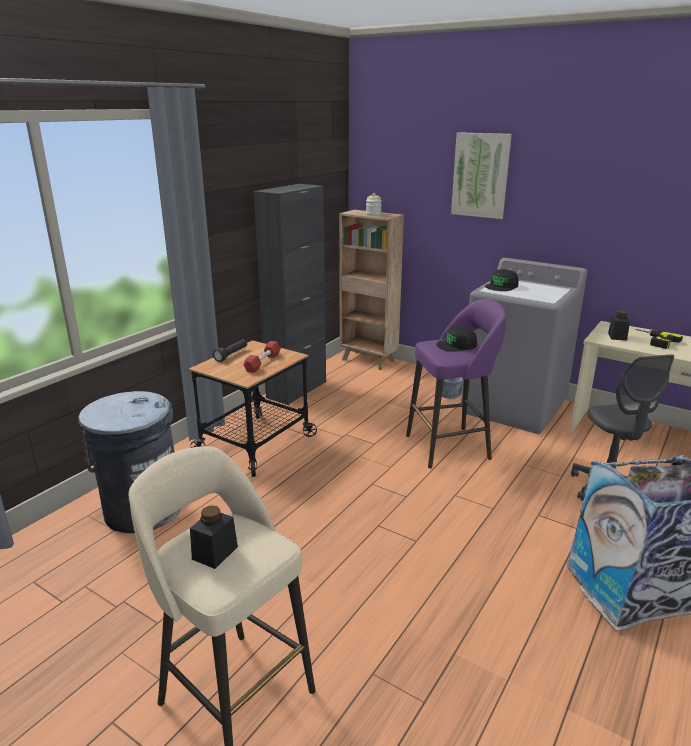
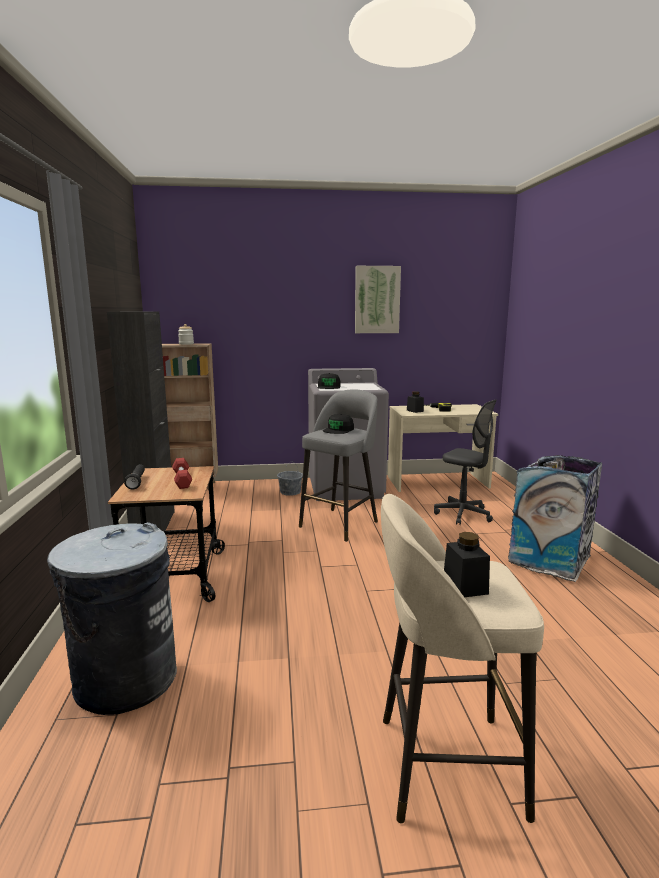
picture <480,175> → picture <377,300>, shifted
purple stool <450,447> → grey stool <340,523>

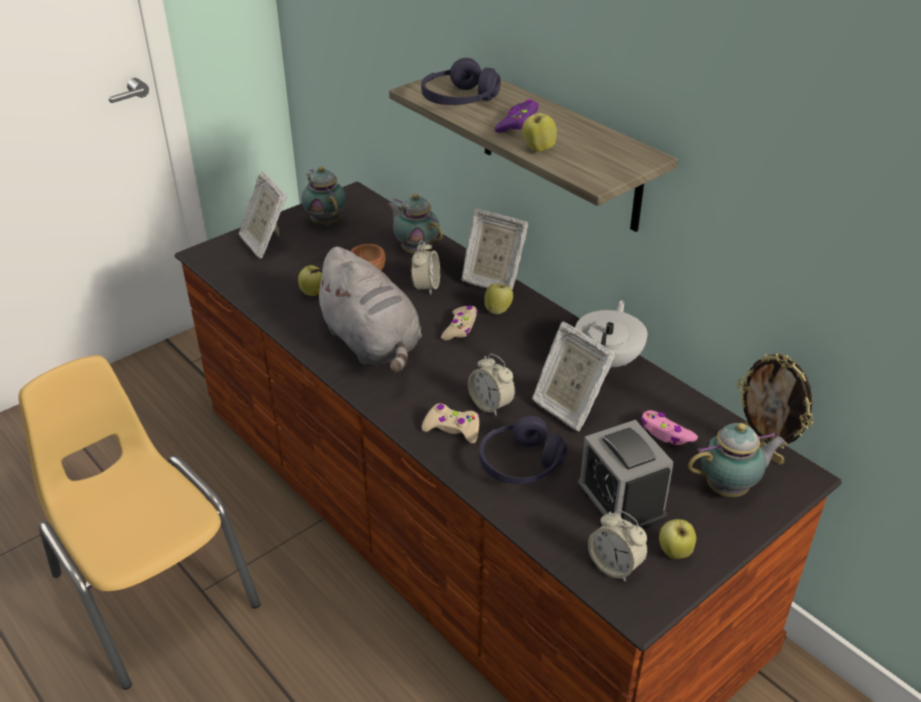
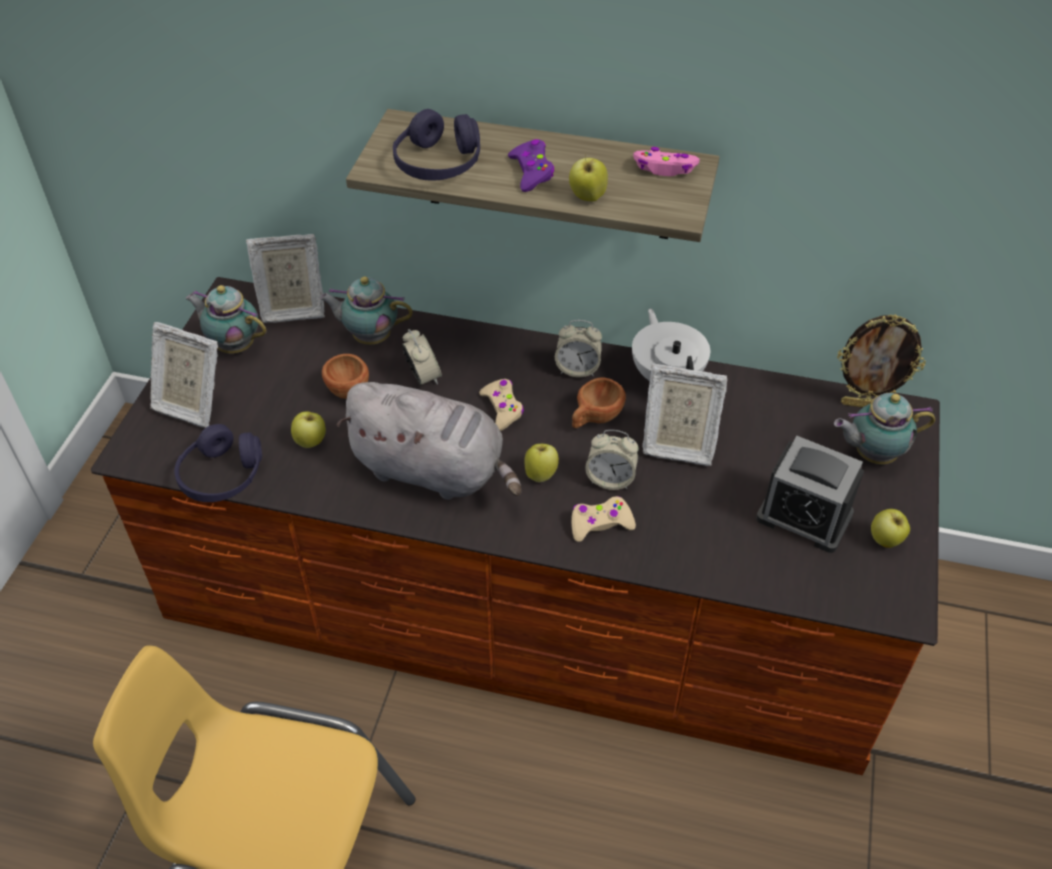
- → brown cup <594,418>
picture frame <491,280> → picture frame <292,308>, shifted
purple headphones <520,464> → purple headphones <222,476>, shifted
apple <498,310> → apple <541,474>, shifted
alarm clock <615,566> → alarm clock <577,369>, shifted
pink game controller <666,433> → pink game controller <665,168>, shifted
teapot <730,488> → teapot <871,454>, 135 degrees counterclockwise

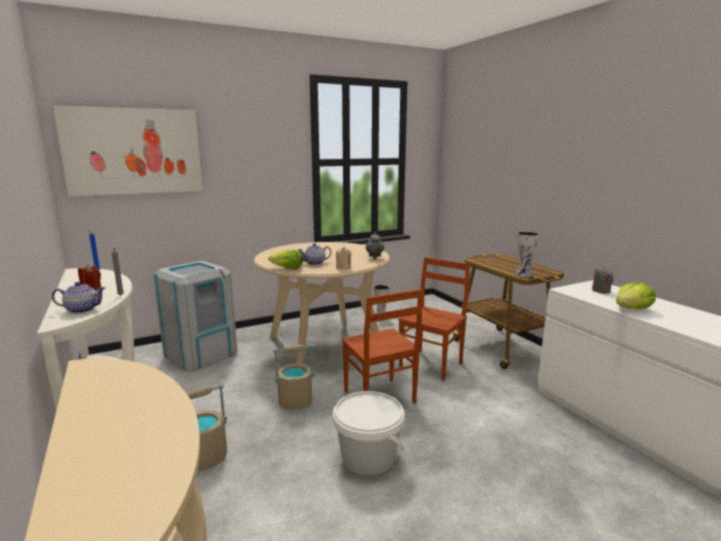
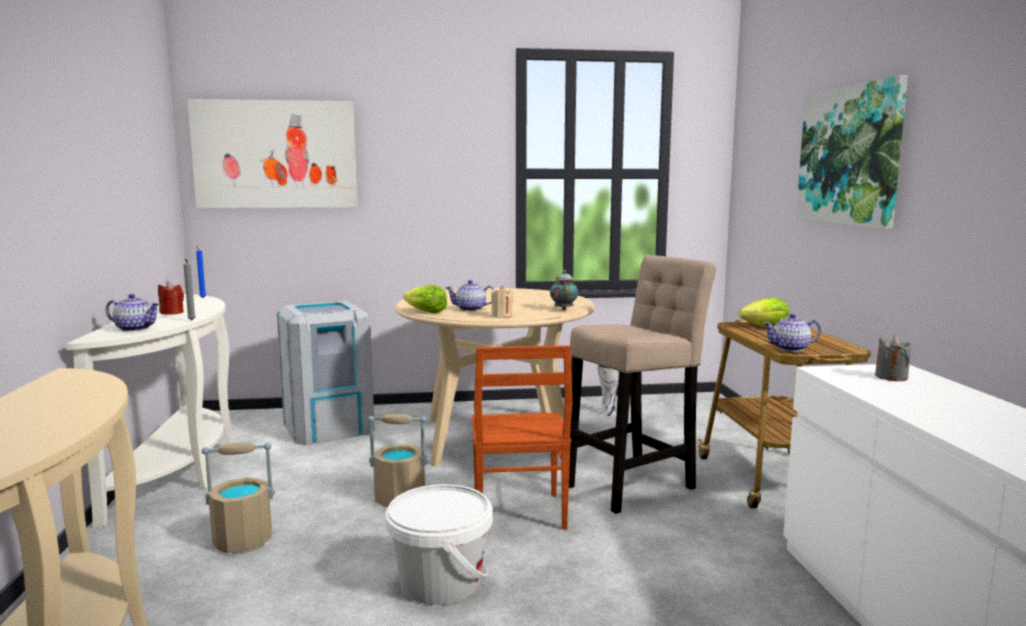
- → picture <849,156>
lettuce <632,309> → lettuce <764,327>, shifted
brown chair <432,364> → beige stool <635,485>
vase <525,274> → teapot <790,349>

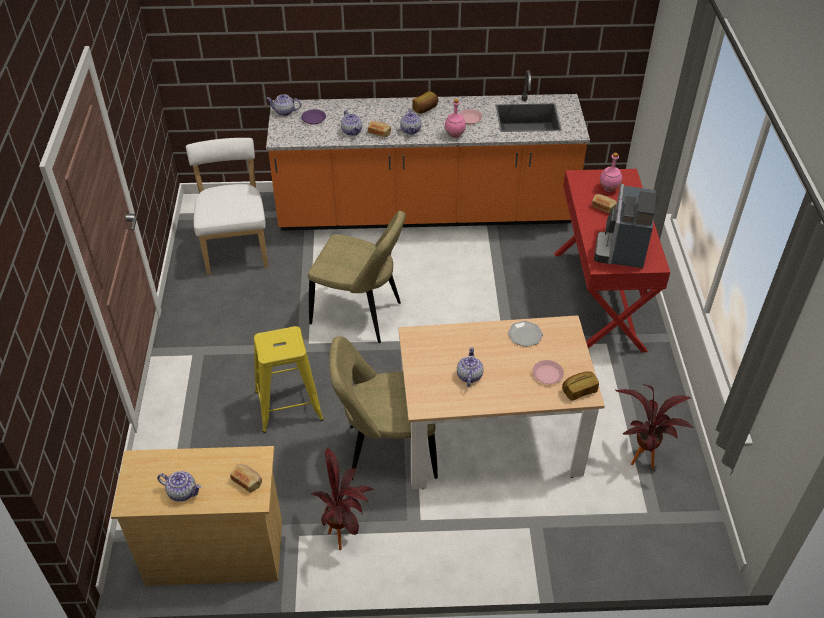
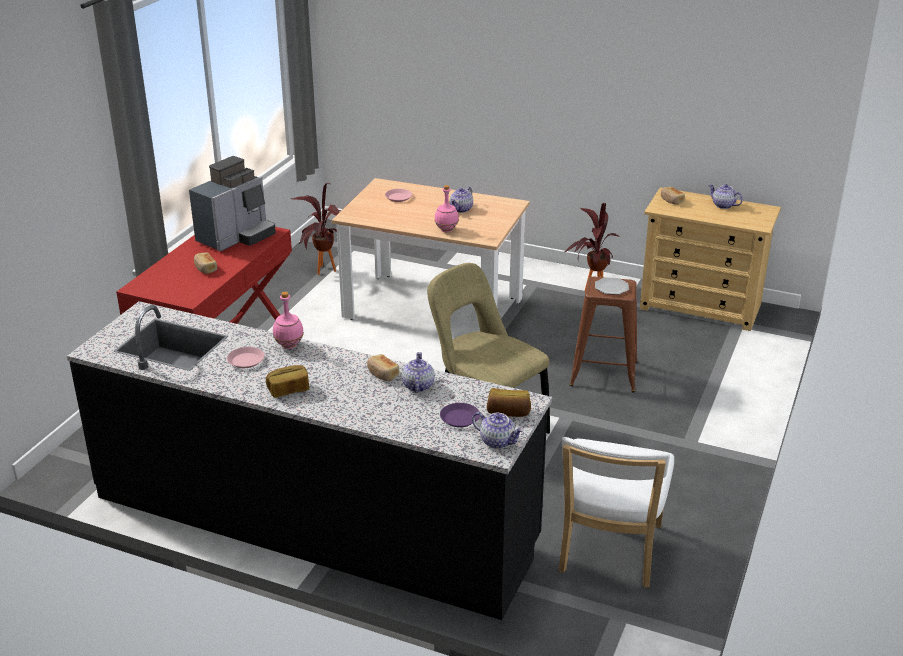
beige chair <387,451> → -
teapot <411,130> → -
plate <525,334> → plate <611,288>, shifted
bread <579,390> → bread <508,413>, shifted
pink bottle <608,189> → pink bottle <446,230>, shifted
yellow stool <288,405> → brown stool <604,373>
orange counter <425,213> → black counter <314,520>

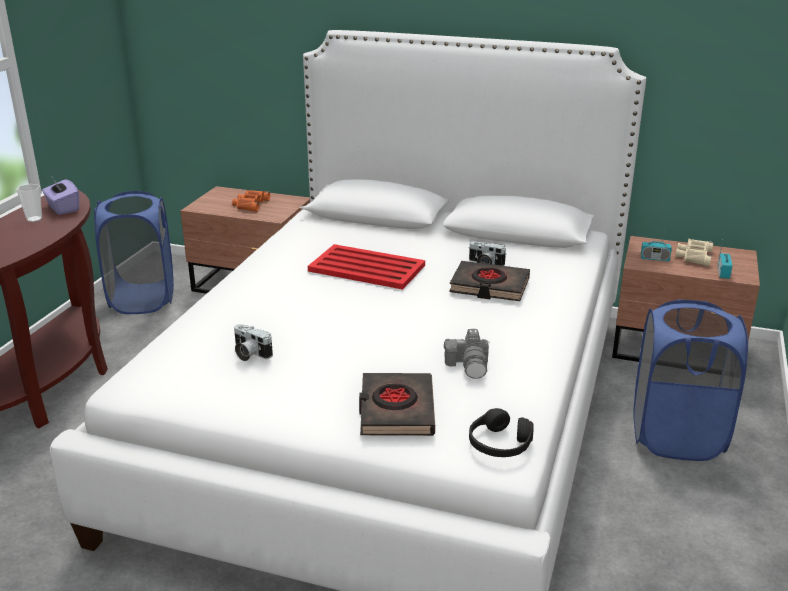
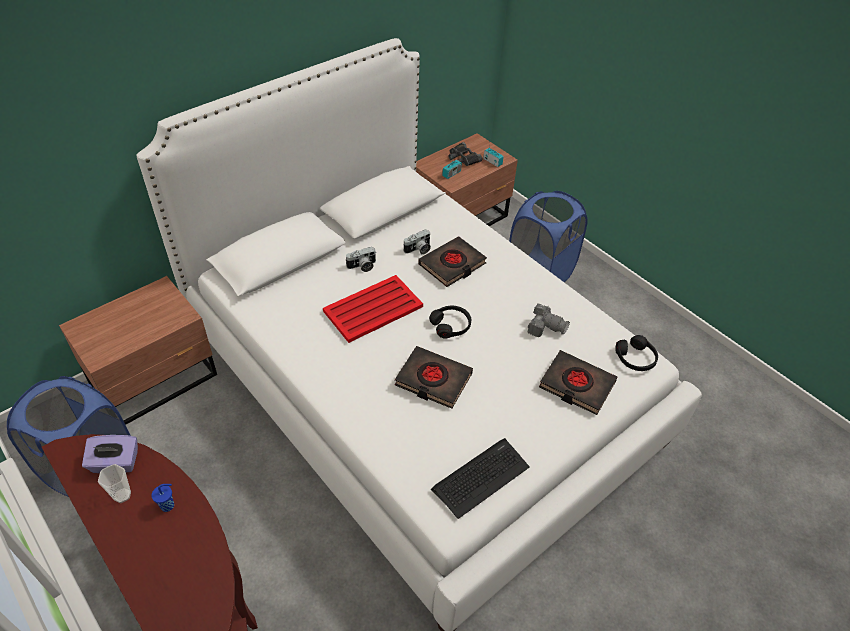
orange binoculars <250,204> → -
- → blue cup <168,505>
- → black book <433,380>
- → black headphones <451,325>
- → keyboard <480,477>
photo camera <249,354> → photo camera <362,266>, shifted
beige binoculars <694,256> → black binoculars <463,158>

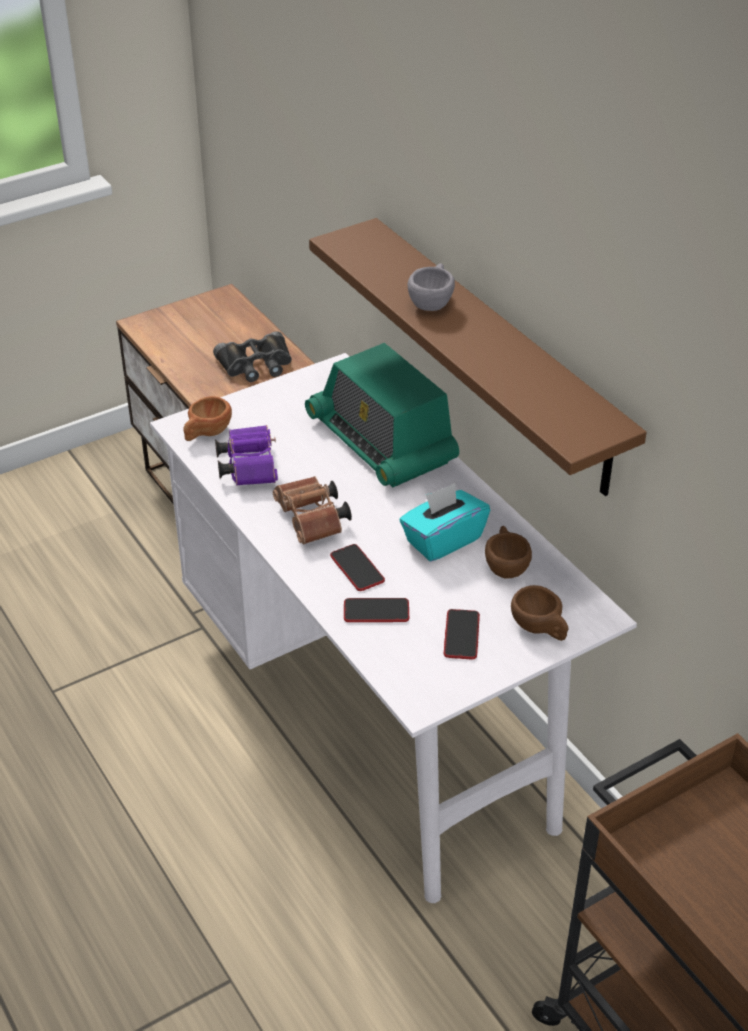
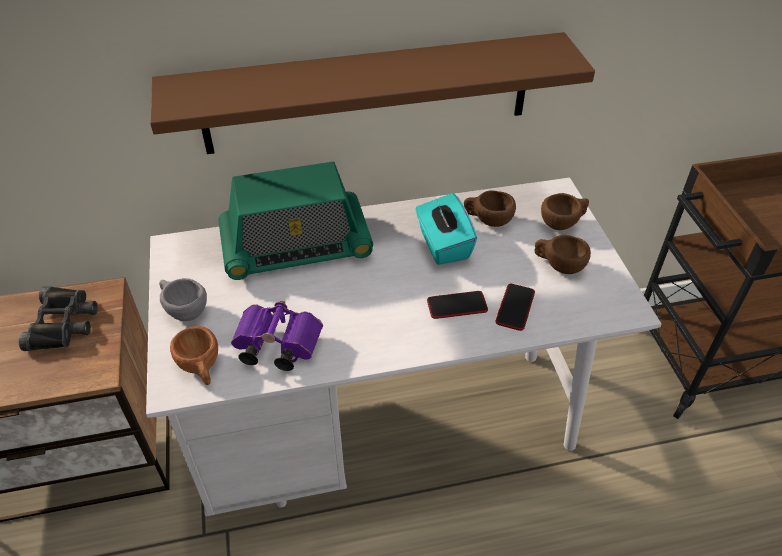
brown binoculars <312,522> → -
grey cup <432,302> → grey cup <183,309>, shifted
phone <461,635> → brown cup <558,265>

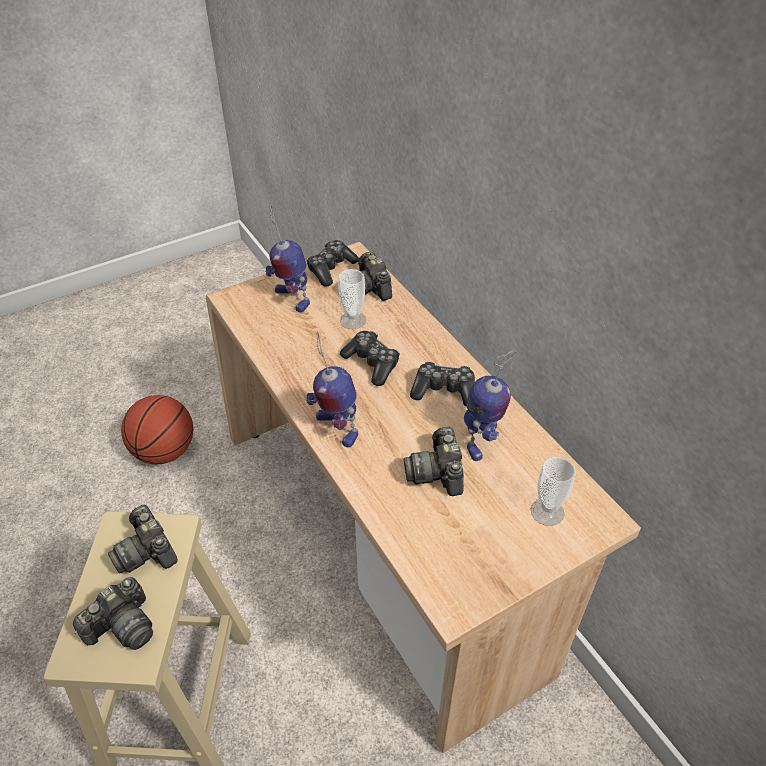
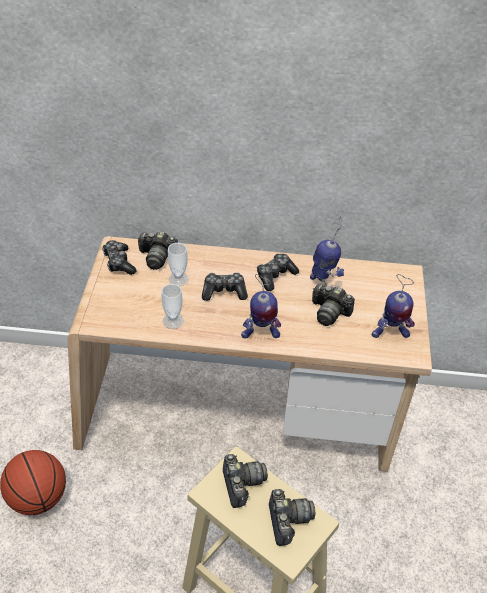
toy robot <291,299> → toy robot <390,333>, shifted
cup <547,512> → cup <173,321>, shifted
photo camera <147,551> → photo camera <242,484>, 105 degrees counterclockwise

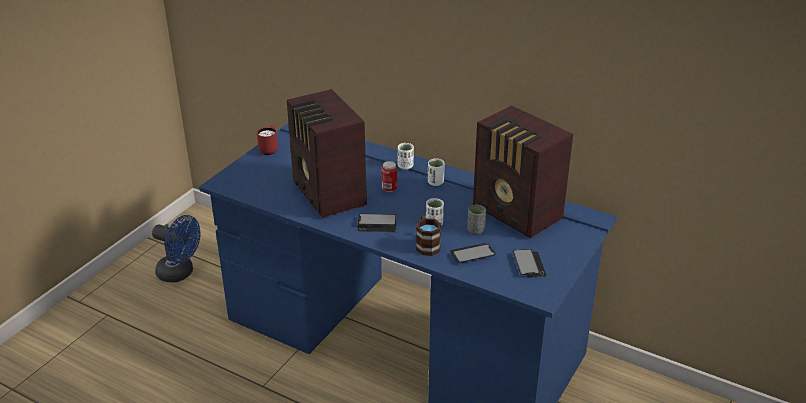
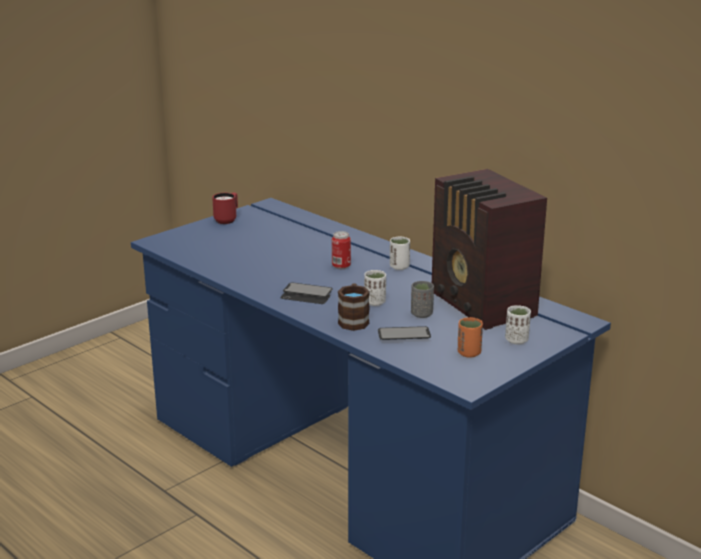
blue fan <180,273> → -
radio <328,195> → -
white cup <405,166> → white cup <516,340>, shifted
phone <529,264> → orange cup <469,353>

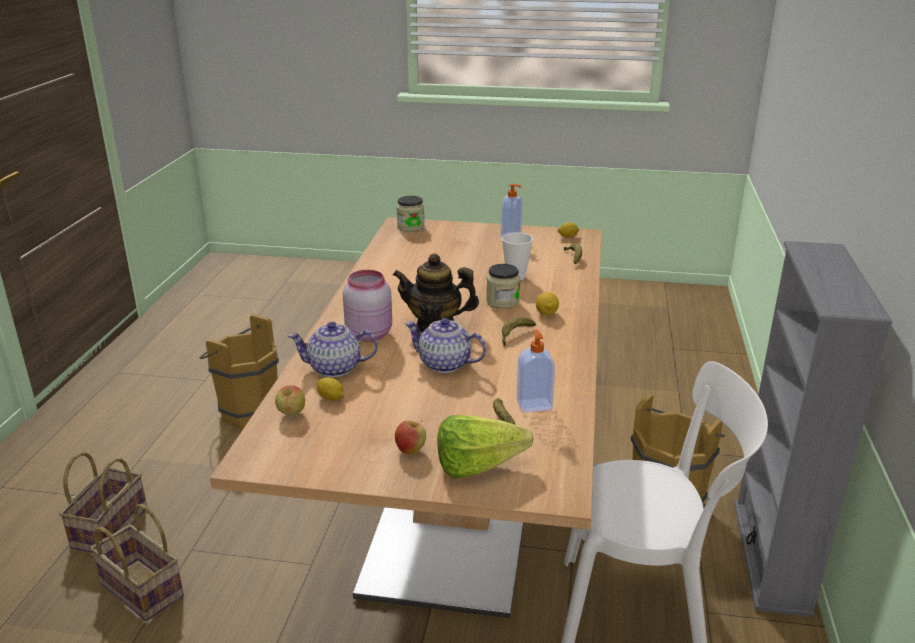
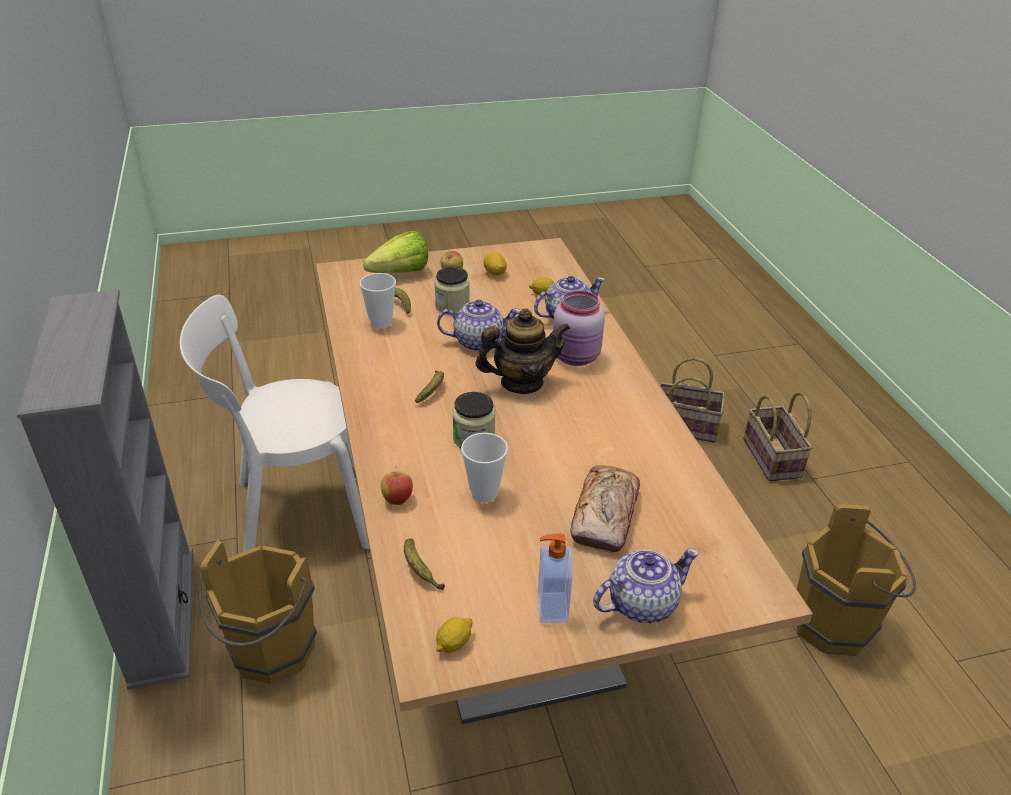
- → bread <605,516>
- → teapot <640,603>
apple <291,414> → apple <397,499>, shifted
jar <410,227> → jar <452,306>, shifted
lemon <546,313> → lemon <494,273>, shifted
soap dispenser <534,404> → cup <380,323>

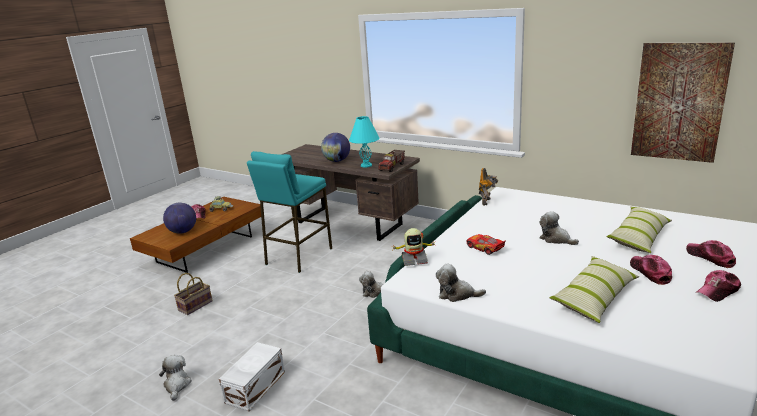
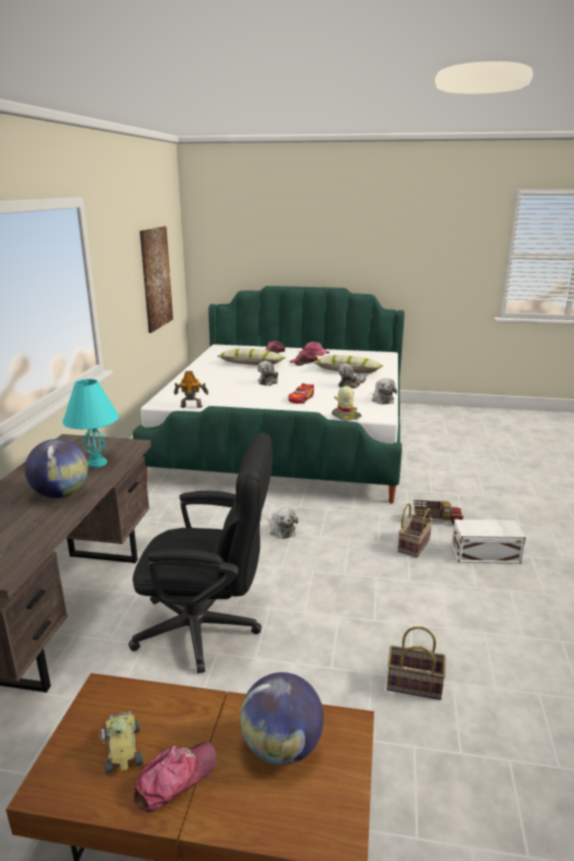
- → basket <413,544>
plush toy <177,385> → plush toy <350,385>, shifted
toy truck <392,167> → toy truck <436,520>, shifted
turquoise stool <298,256> → black office chair <208,629>

